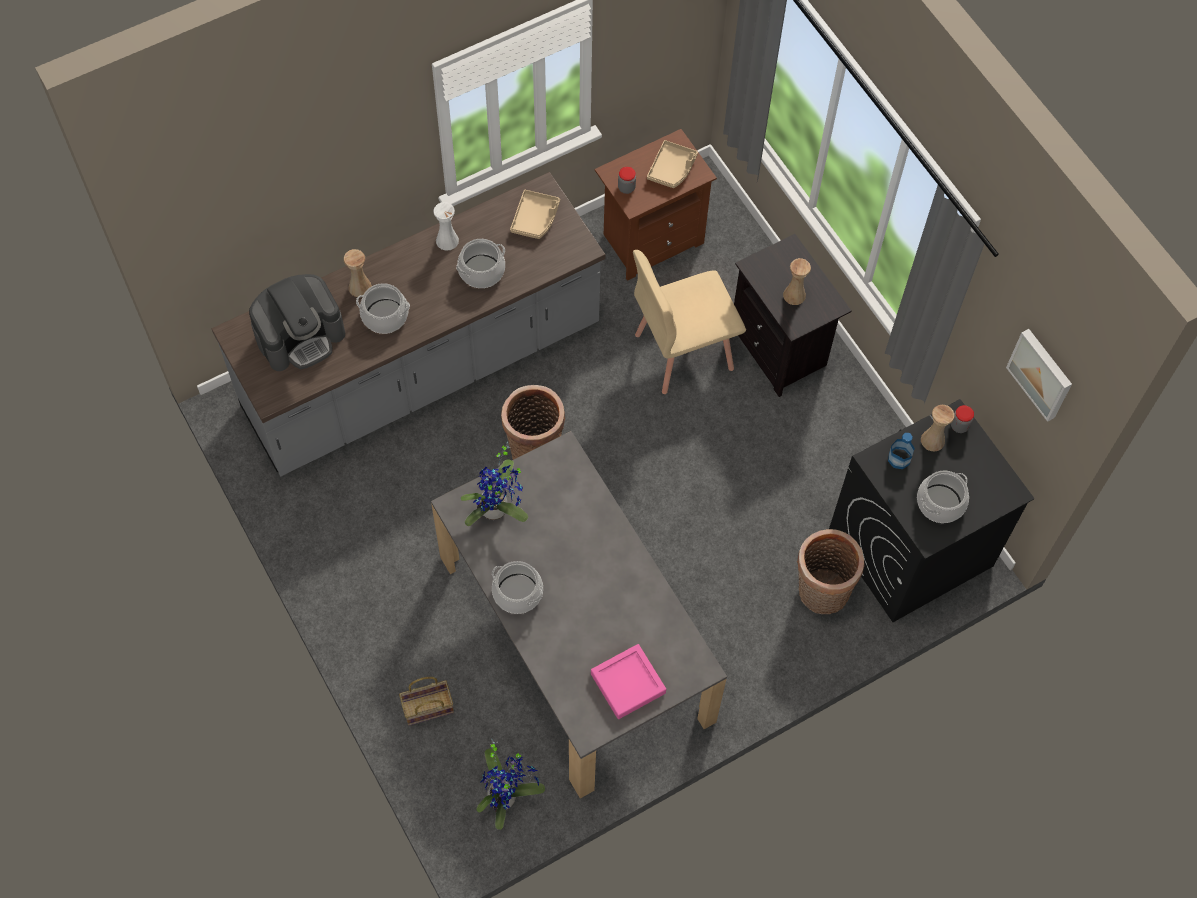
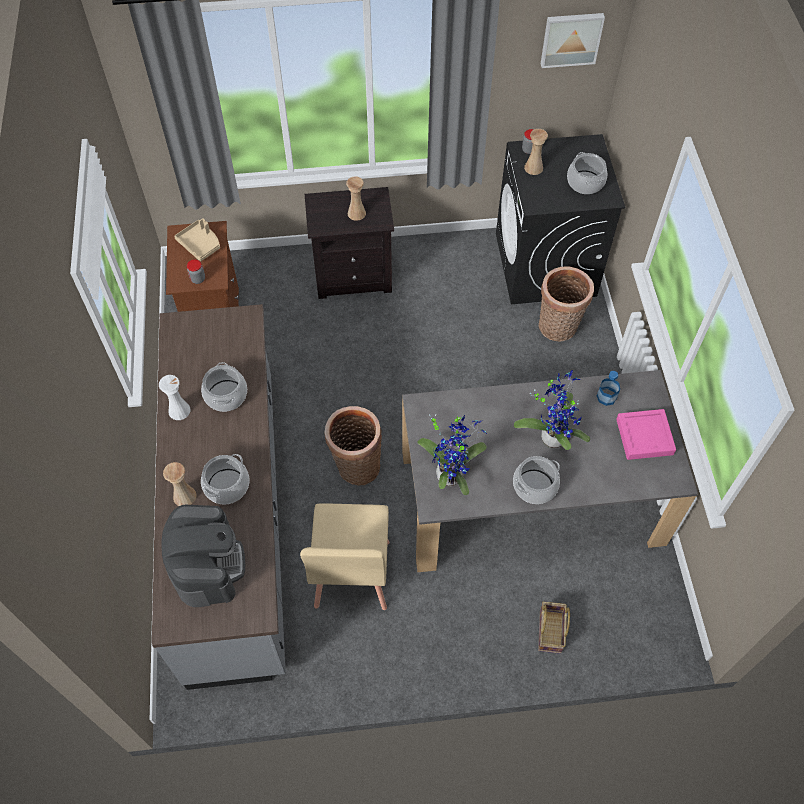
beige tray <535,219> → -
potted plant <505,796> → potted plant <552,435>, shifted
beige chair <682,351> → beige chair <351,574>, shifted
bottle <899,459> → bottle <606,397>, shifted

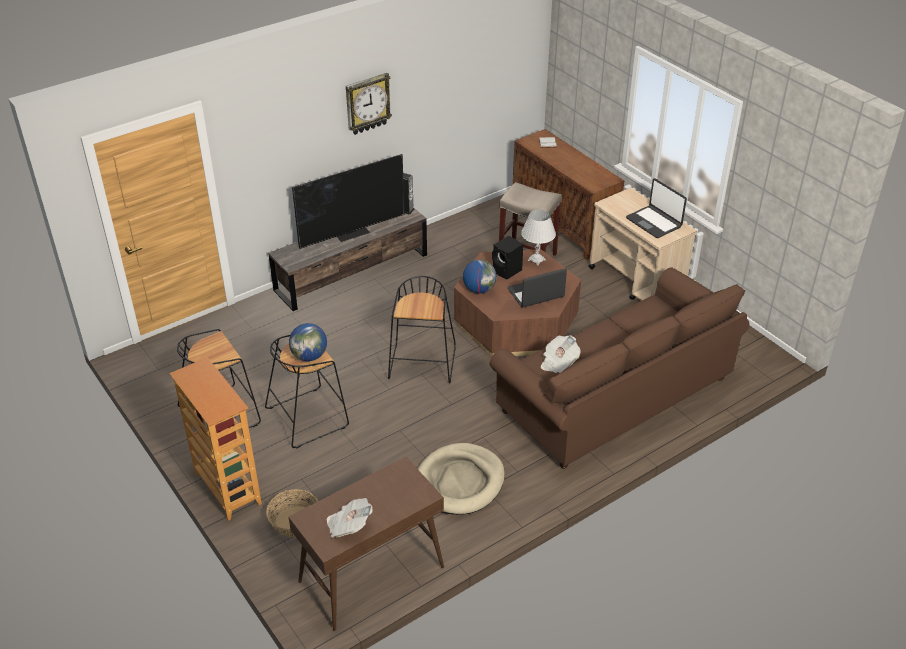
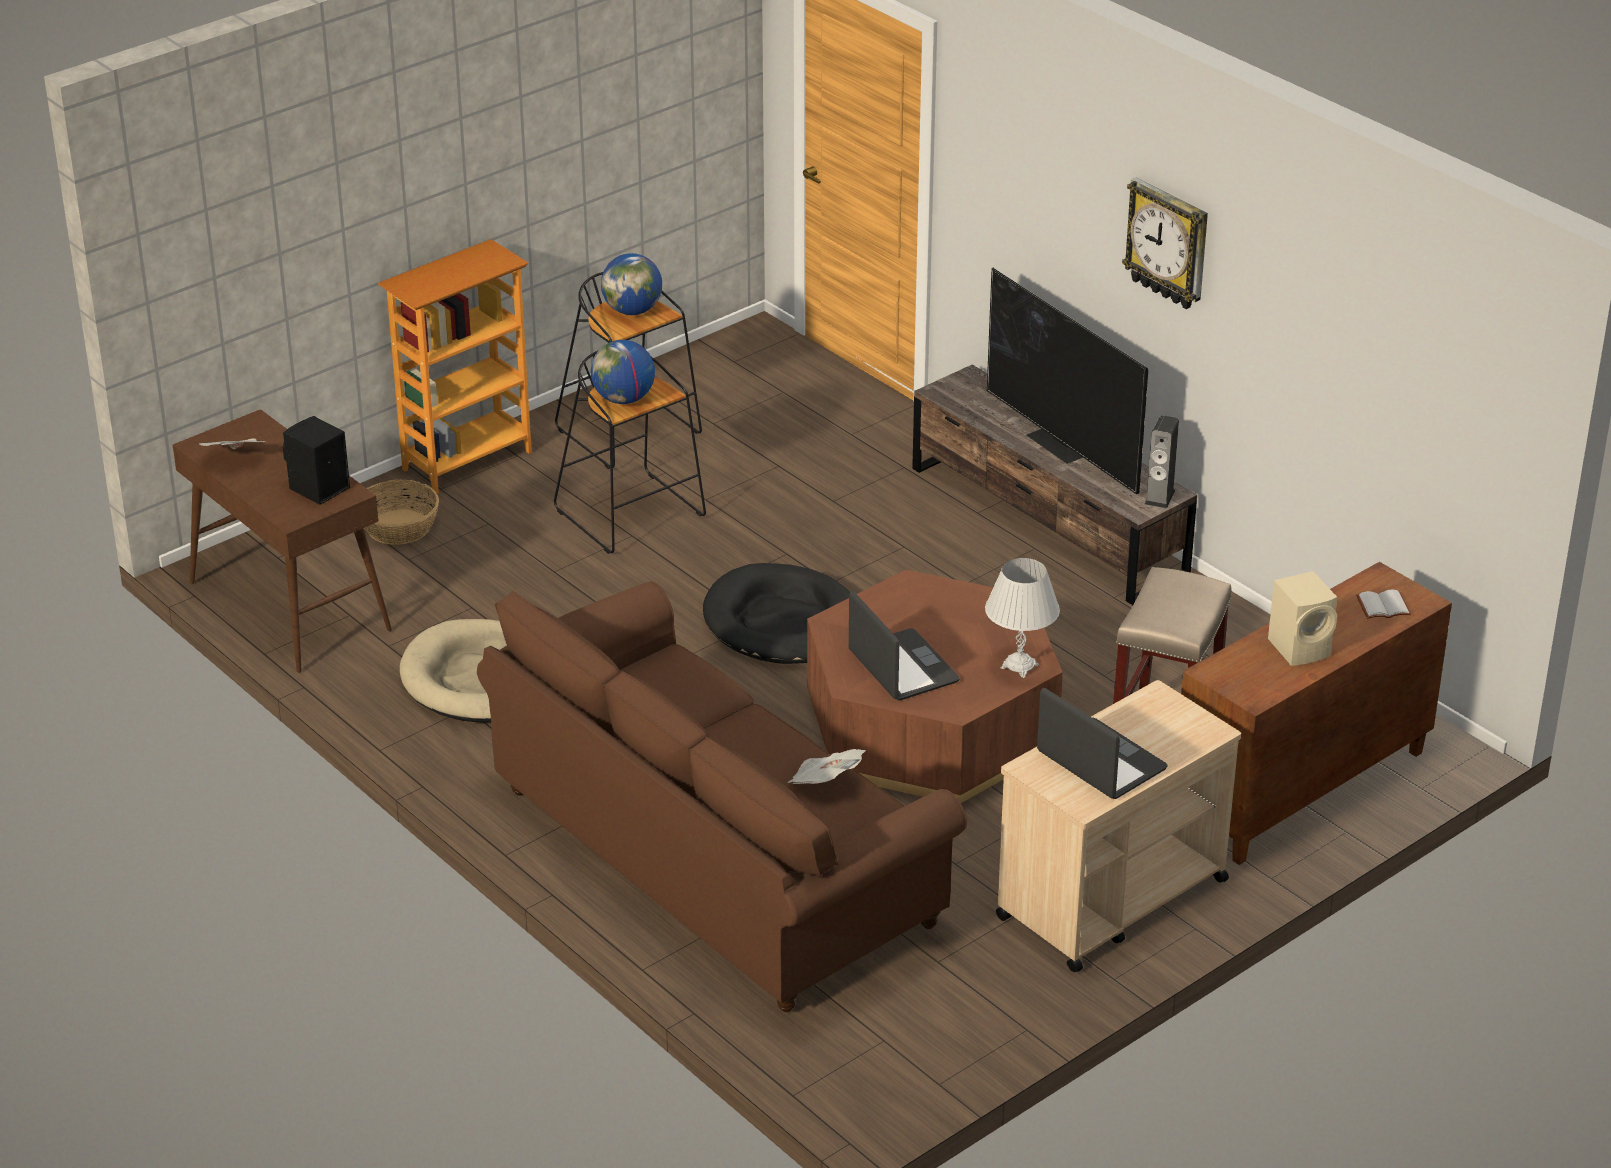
- → beige speaker <1301,648>
globe <479,289> → globe <633,311>, shifted
black speaker <507,271> → black speaker <317,489>, shifted
newspaper <558,362> → newspaper <826,782>, shifted
black stool <423,364> → black dog bed <783,622>
laptop <654,222> → laptop <1100,762>, 90 degrees clockwise

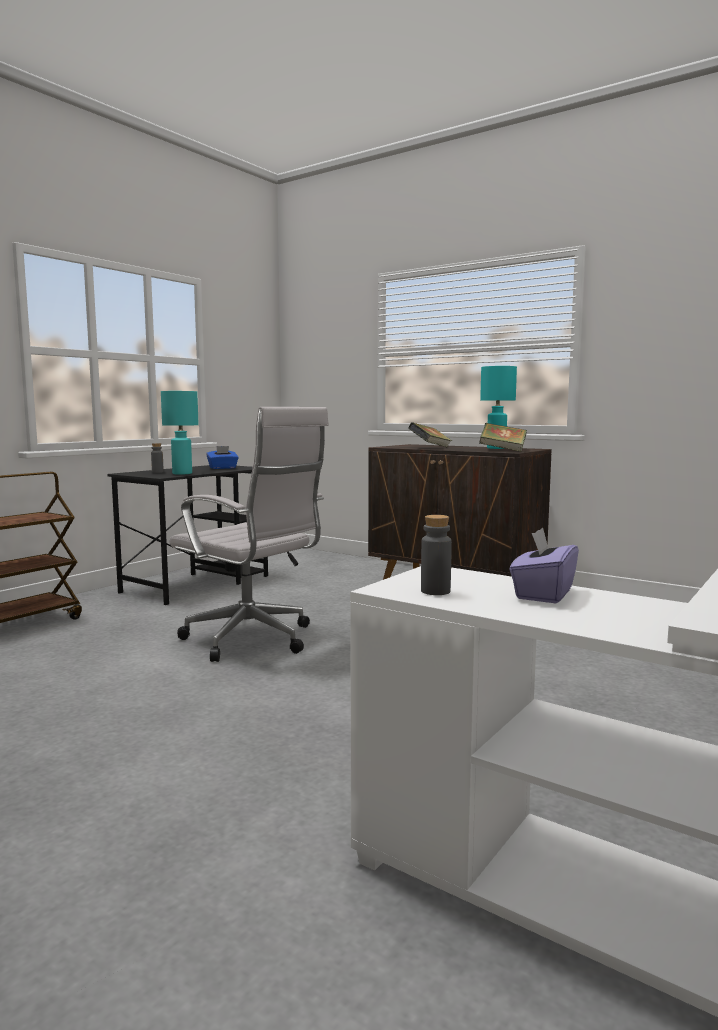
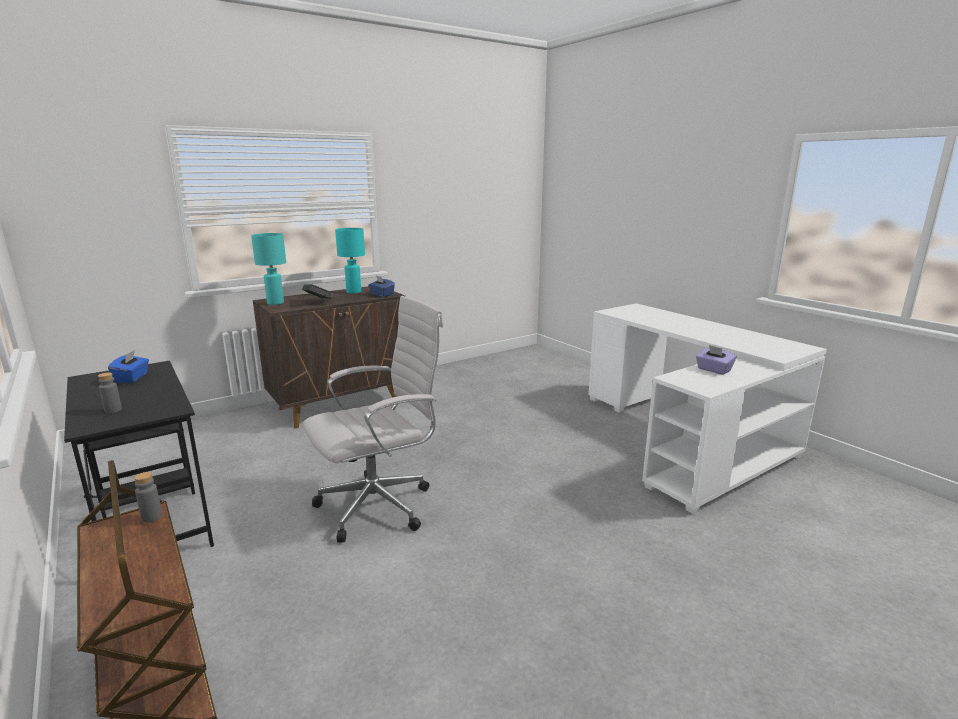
turquoise table lamp <182,473> → turquoise table lamp <275,303>, shifted
grey bottle <435,591> → grey bottle <152,517>, shifted
book <502,451> → blue tissue box <381,295>

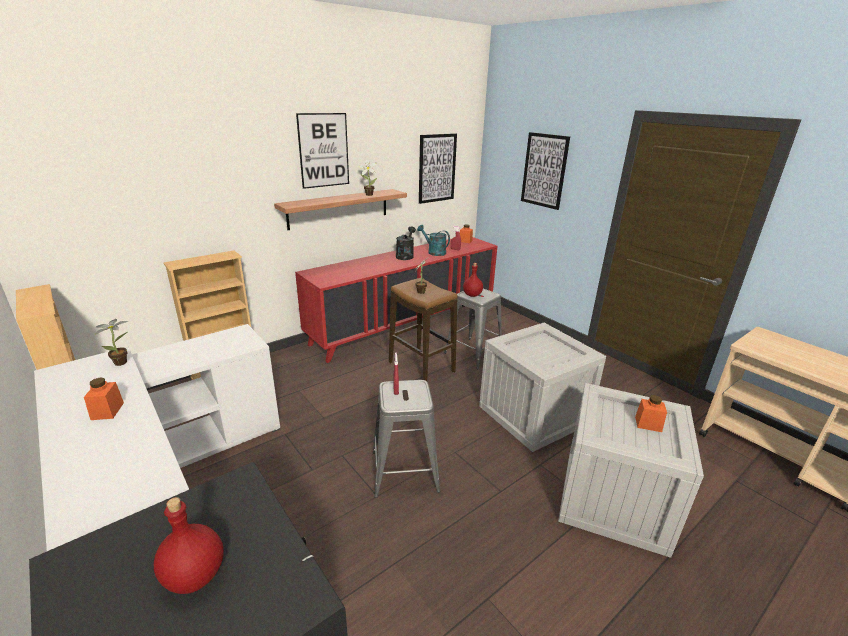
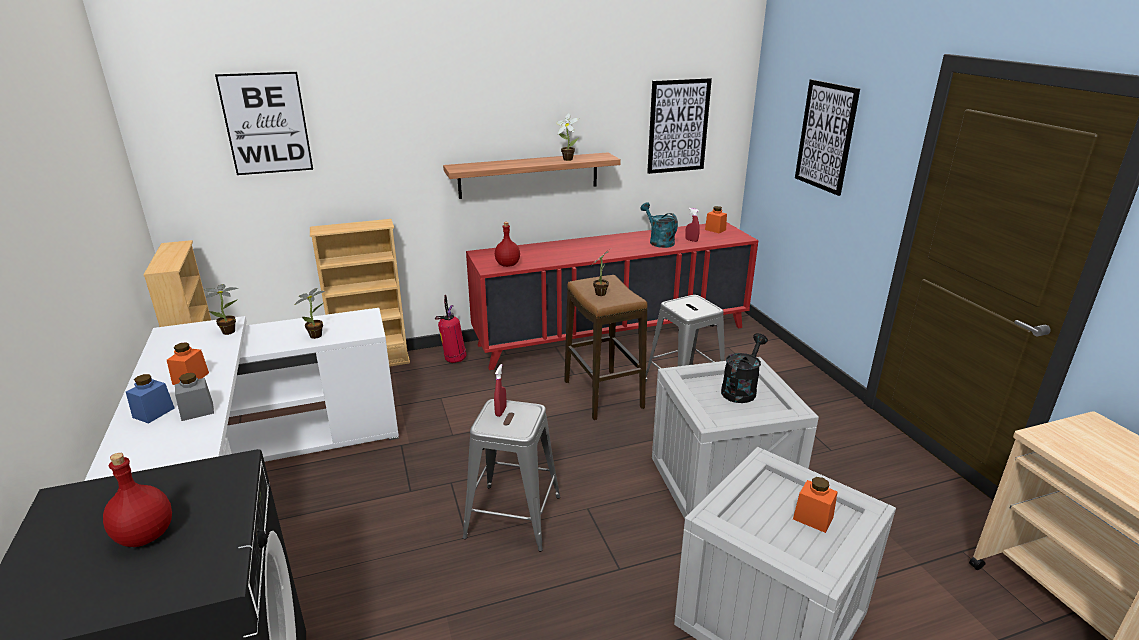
- → blue jar <153,413>
- → grey jar <197,411>
- → potted plant <318,335>
- → fire extinguisher <454,360>
picture <323,150> → picture <266,124>, shifted
black watering can <405,255> → black watering can <741,389>, shifted
red bottle <472,295> → red bottle <507,265>, shifted

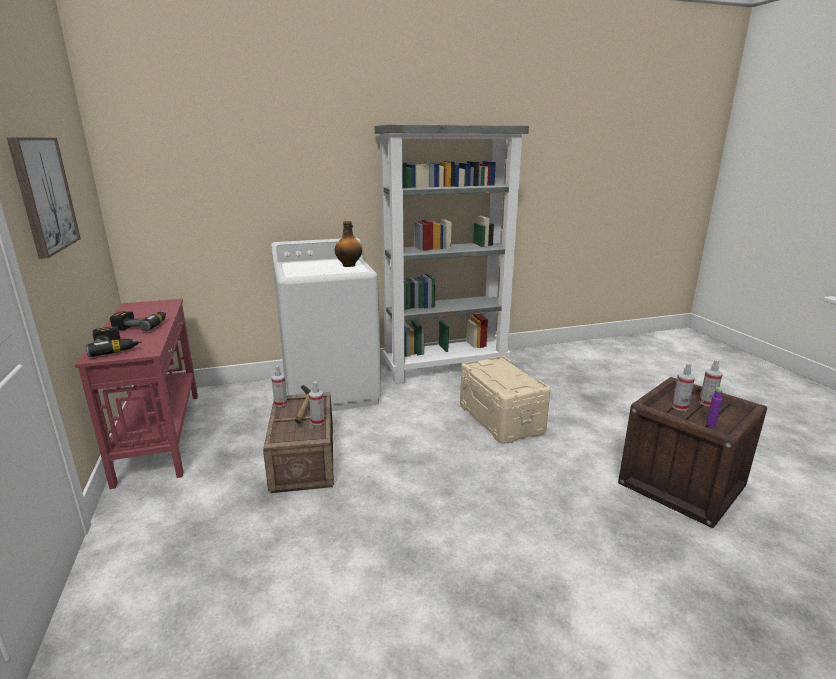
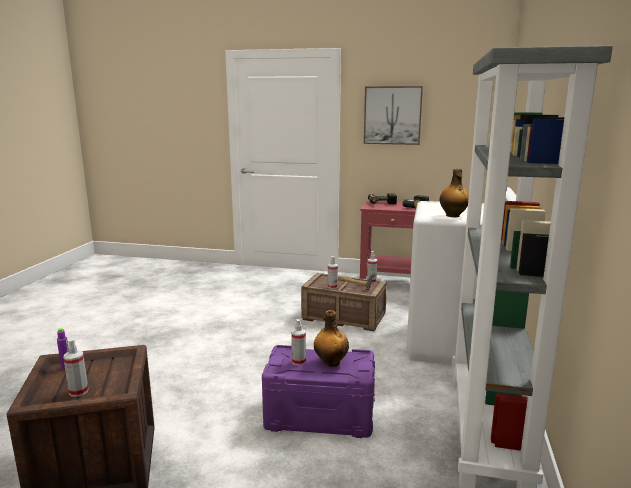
- → bottle <331,362>
spray bottle <679,407> → spray bottle <298,361>, shifted
beige storage box <501,418> → purple storage box <320,416>

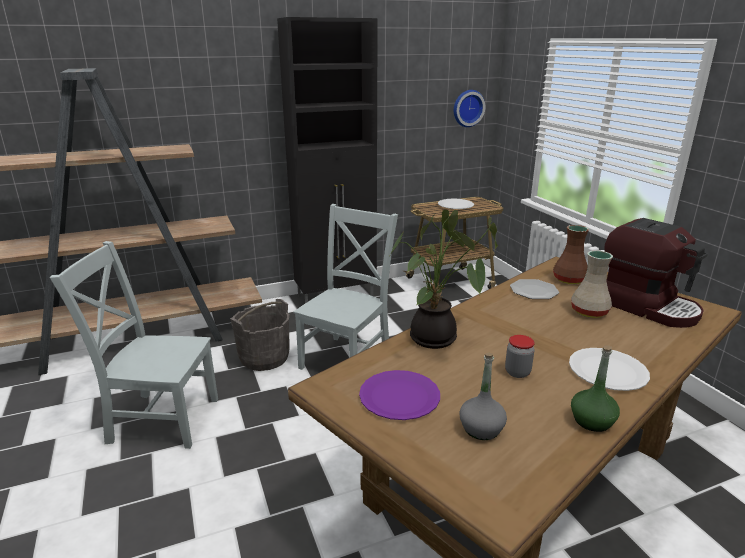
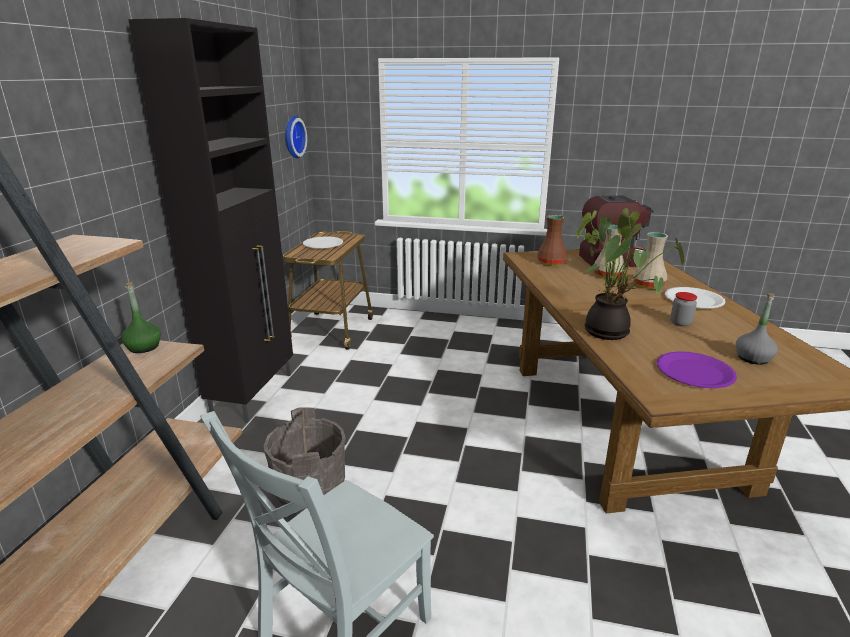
grey chair <347,358> → -
plate <534,290> → -
- → beige vase <648,286>
green bottle <592,421> → green bottle <144,347>, shifted

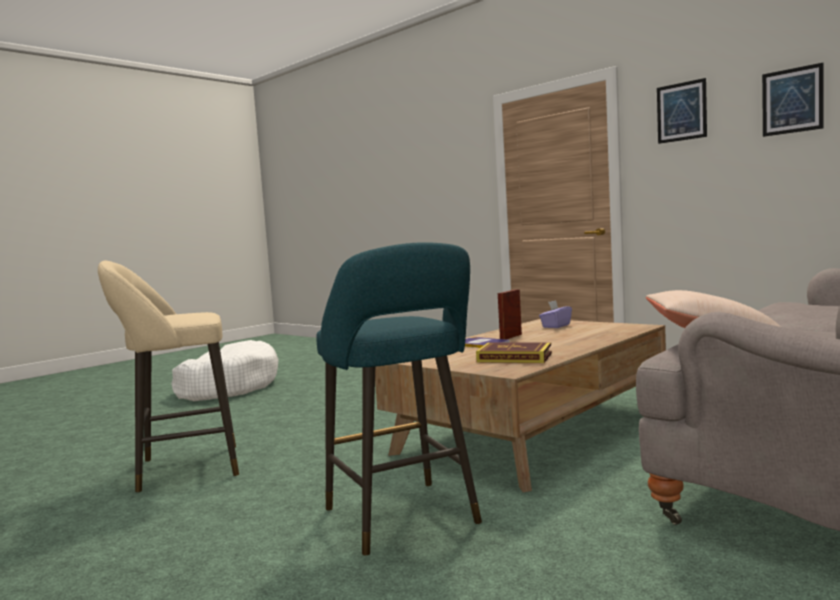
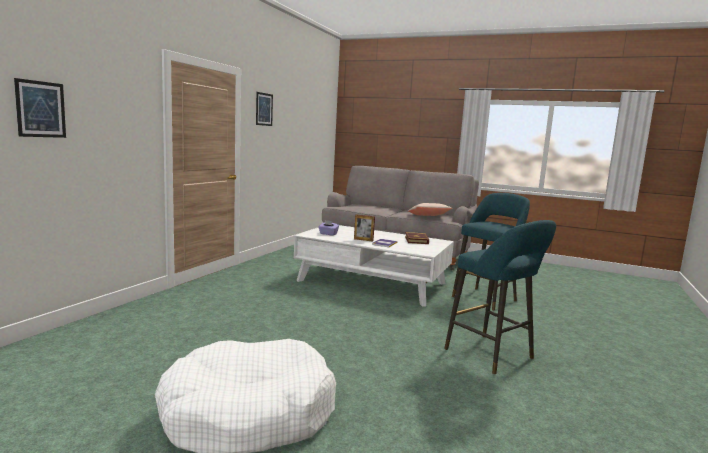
picture <792,100> → picture <41,109>, shifted
beige stool <181,469> → turquoise stool <492,355>
brown coffee table <533,431> → white coffee table <372,282>

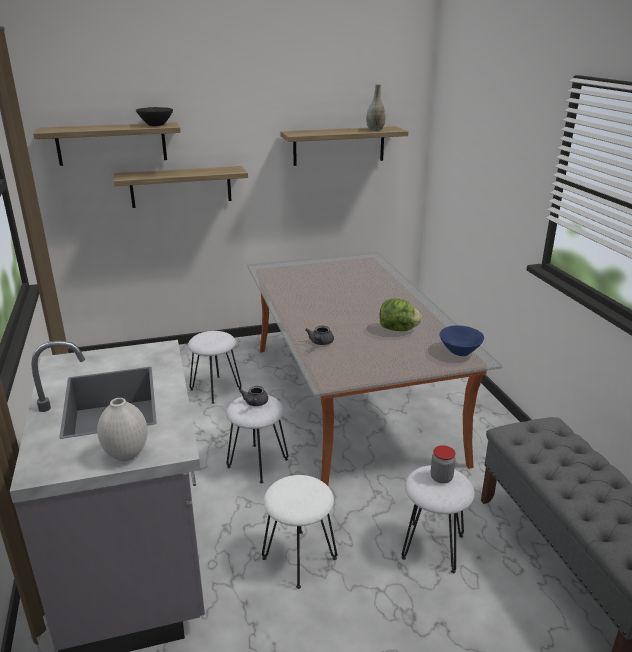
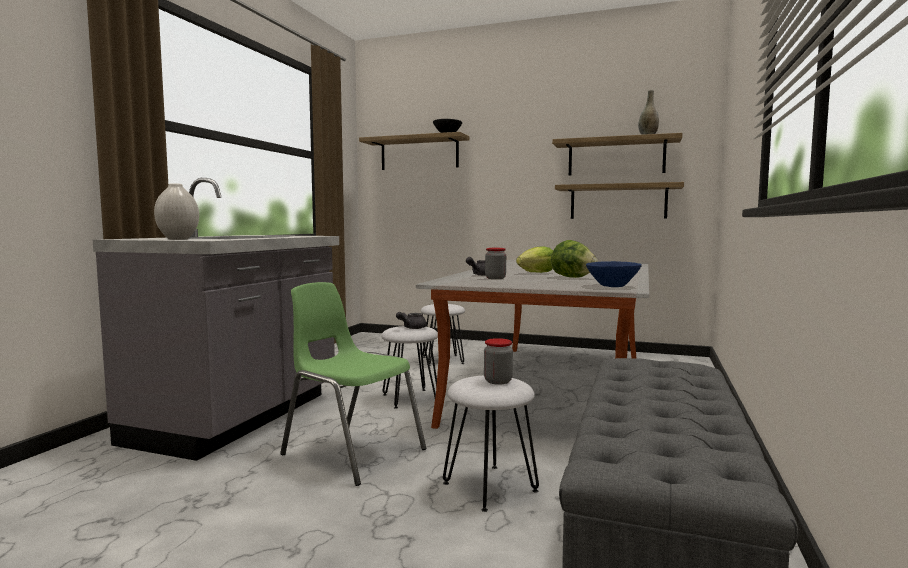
- → jar <495,278>
- → lettuce <536,273>
shelf <181,186> → shelf <618,202>, shifted
white stool <299,557> → green chair <351,452>

